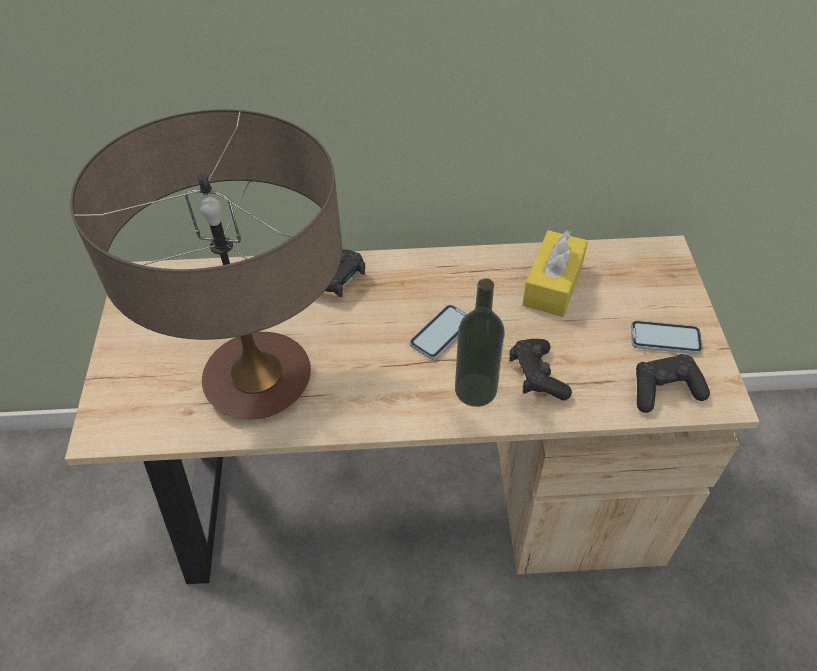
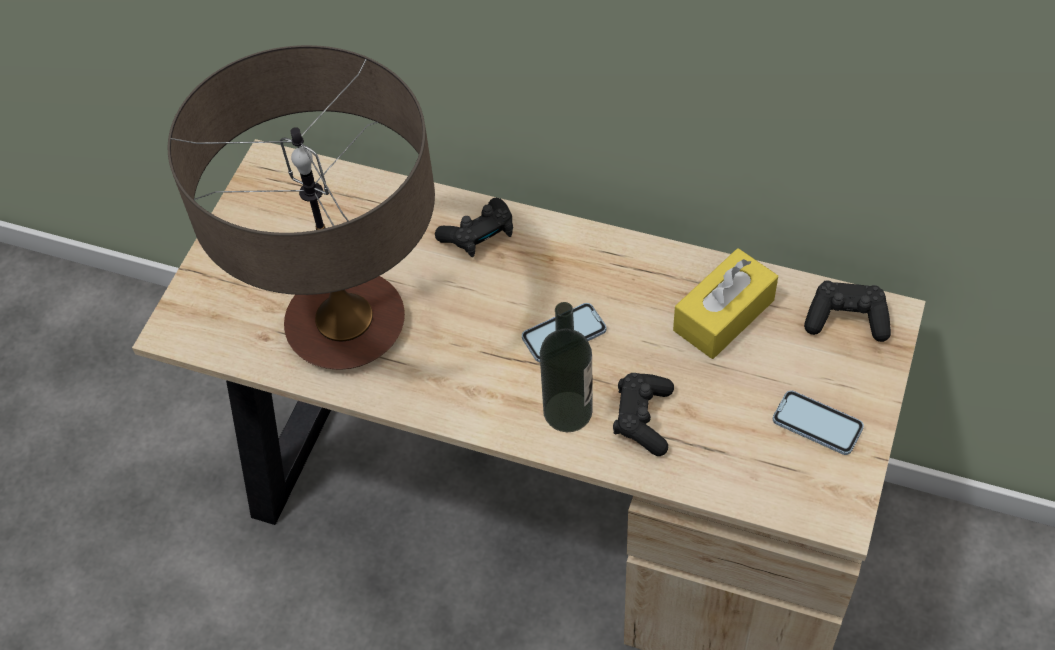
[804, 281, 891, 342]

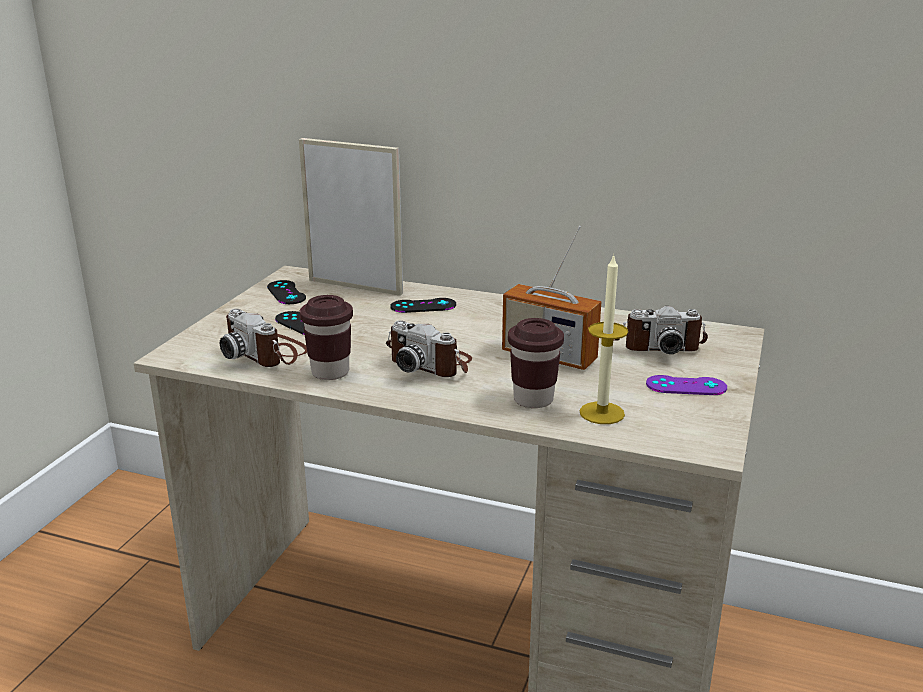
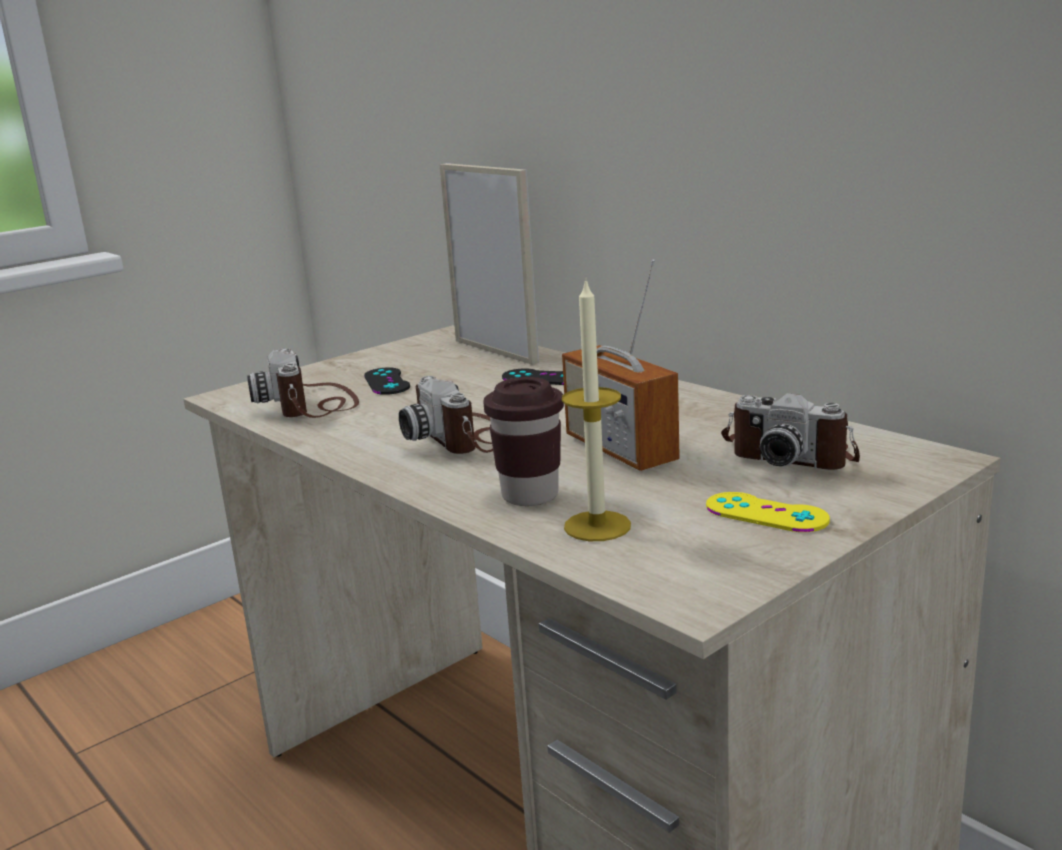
[267, 280, 306, 304] (first image)
[300, 295, 353, 380] (first image)
[706, 492, 830, 532]

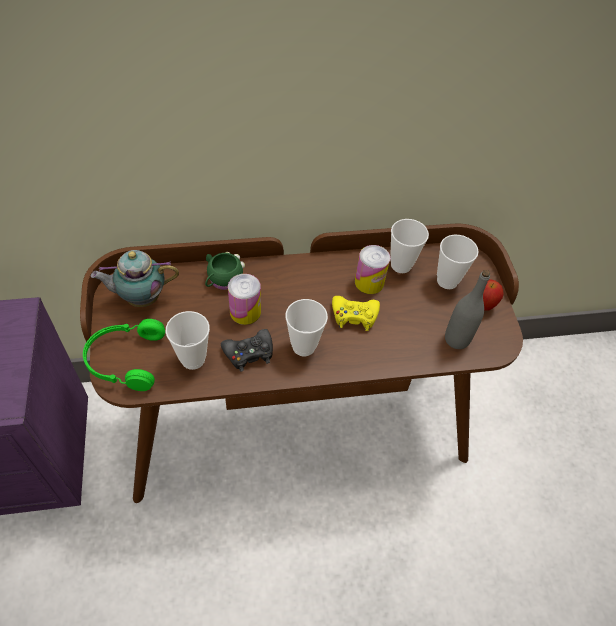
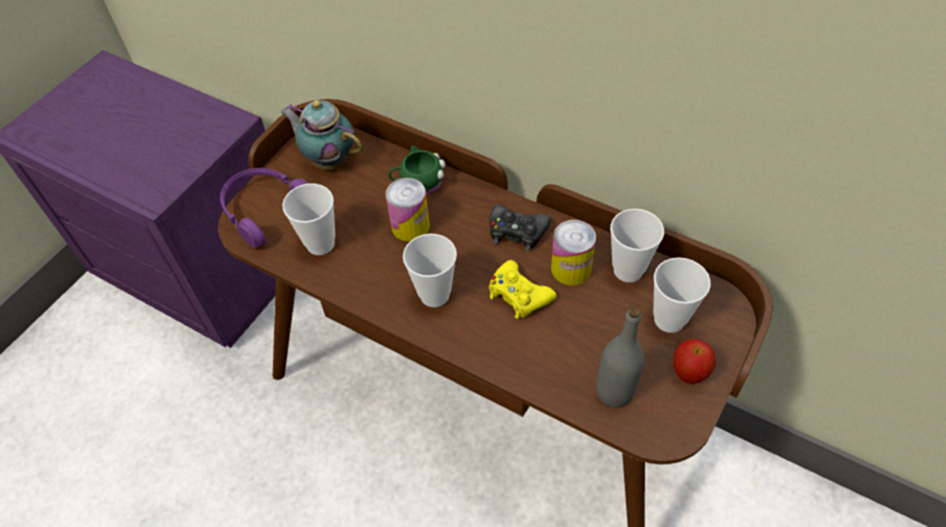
[220, 168, 309, 248]
[490, 204, 551, 251]

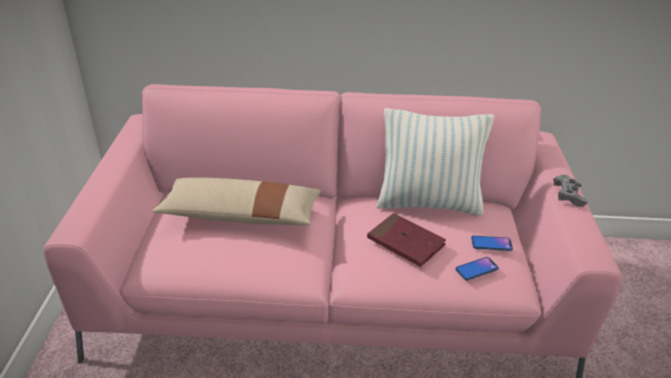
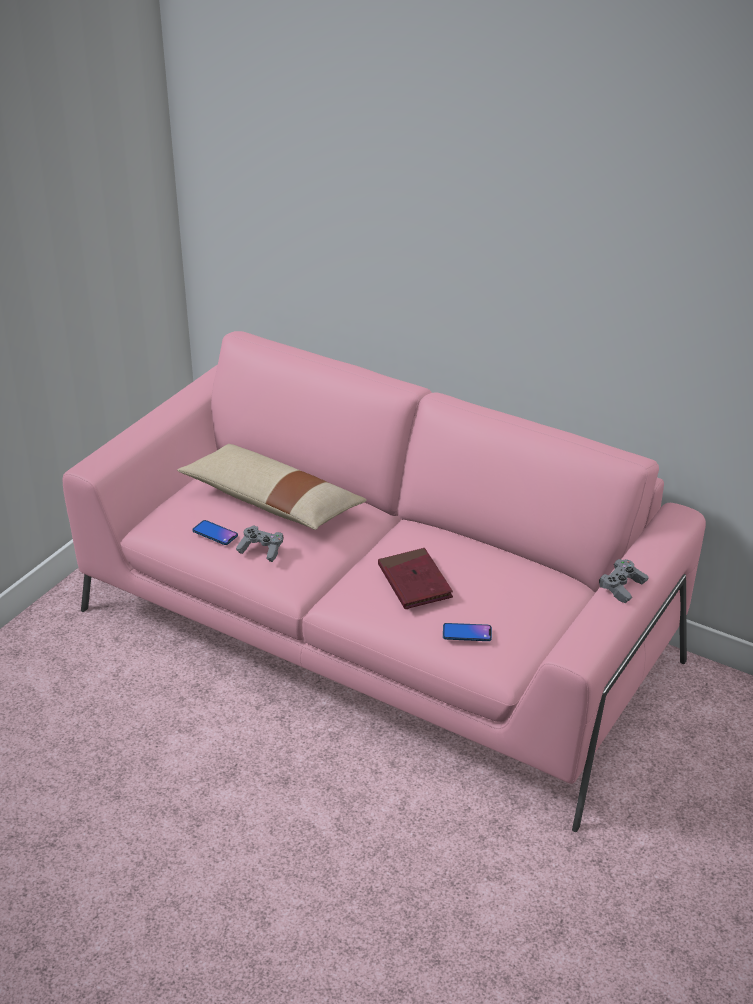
[376, 108, 494, 216] (first image)
[192, 520, 238, 545]
[236, 526, 284, 562]

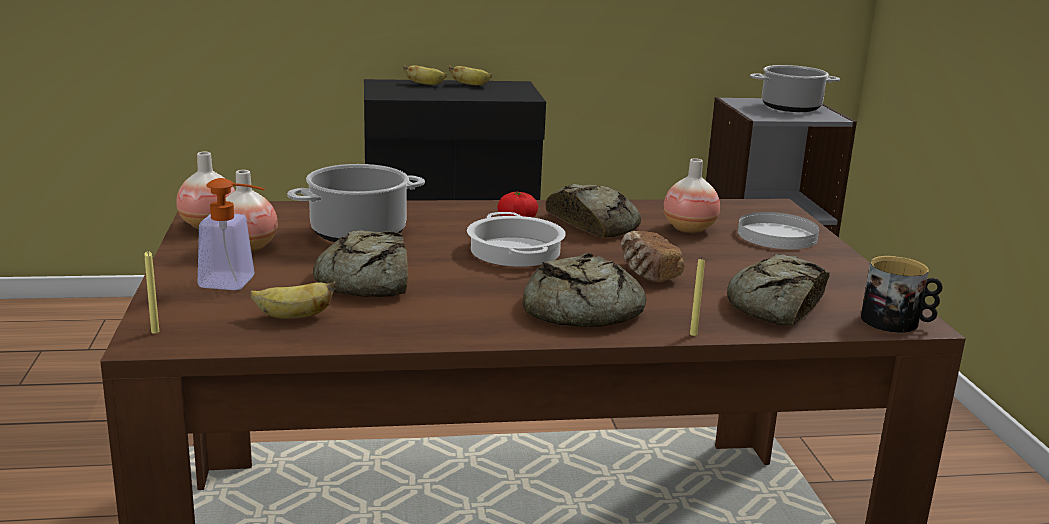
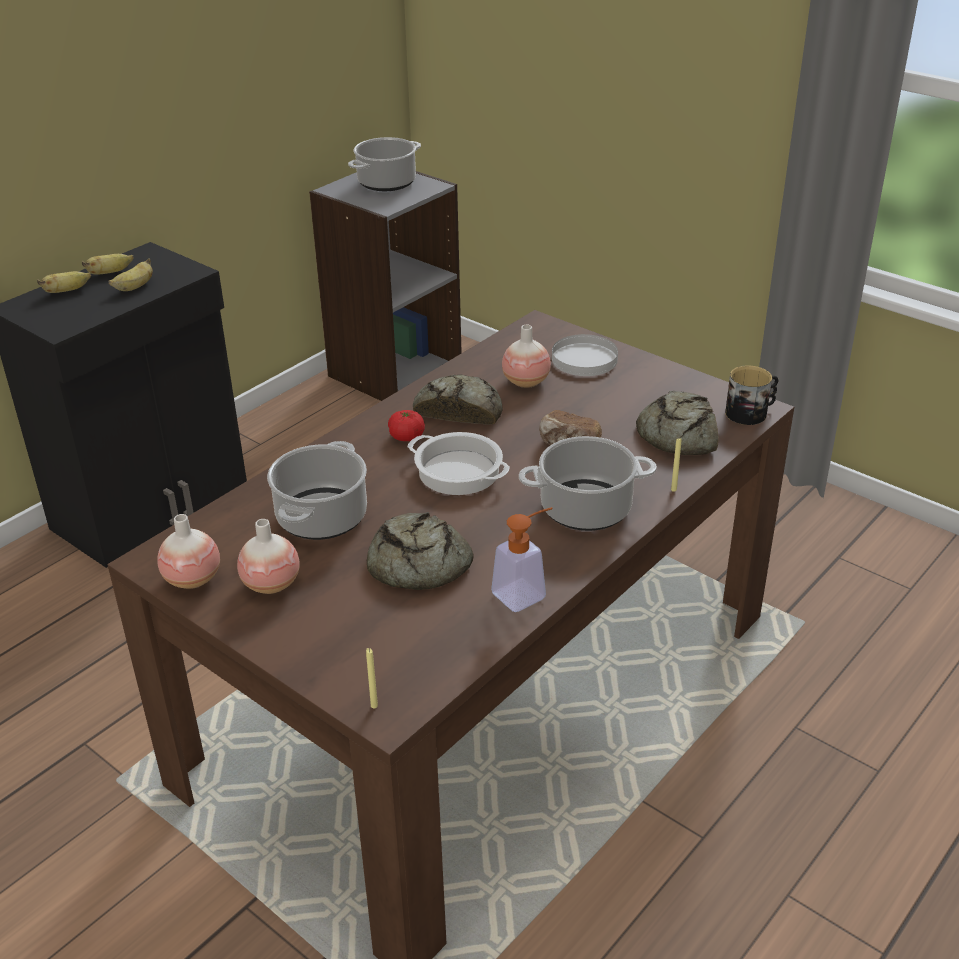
[491, 507, 553, 612]
[519, 436, 657, 531]
[108, 258, 153, 291]

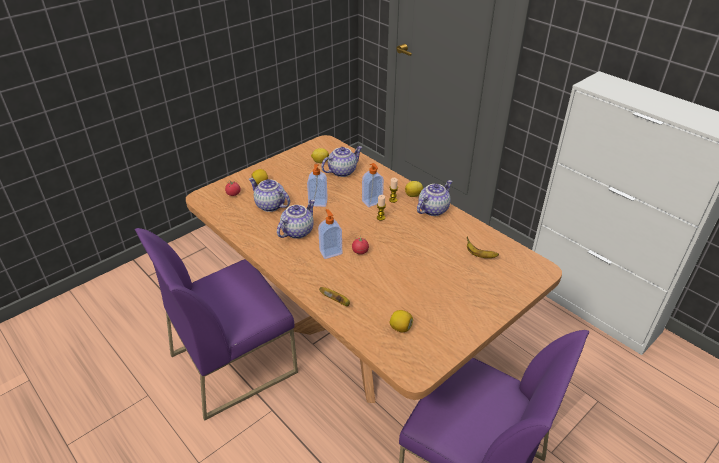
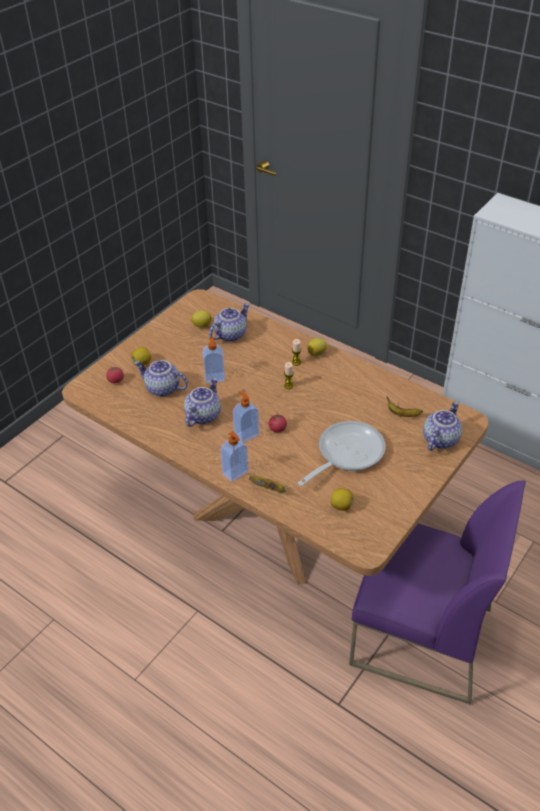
[220, 431, 249, 482]
[423, 401, 462, 451]
[135, 228, 298, 421] (first image)
[298, 421, 386, 486]

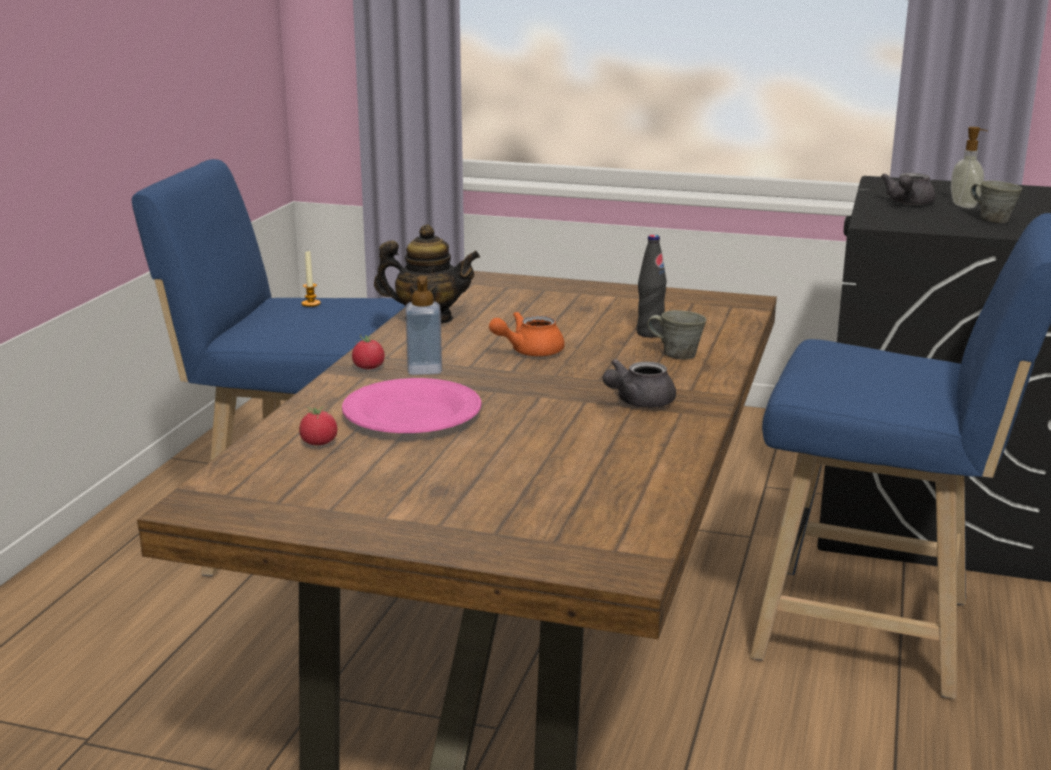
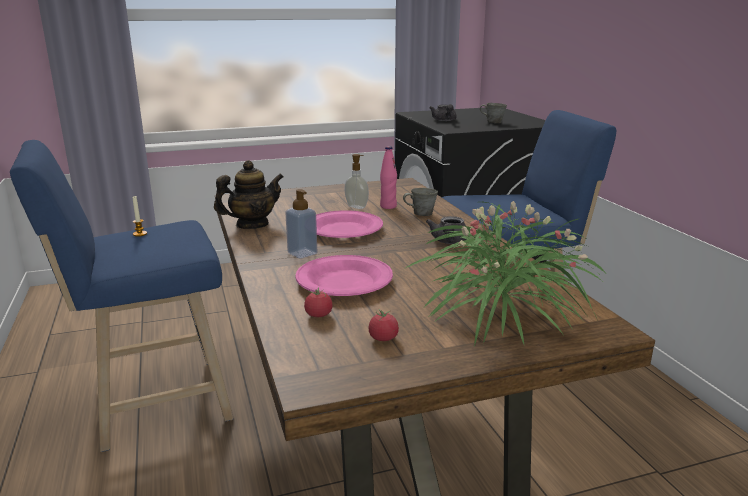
[345, 154, 369, 209]
[380, 146, 397, 209]
[316, 210, 383, 238]
[368, 309, 399, 341]
[404, 201, 605, 347]

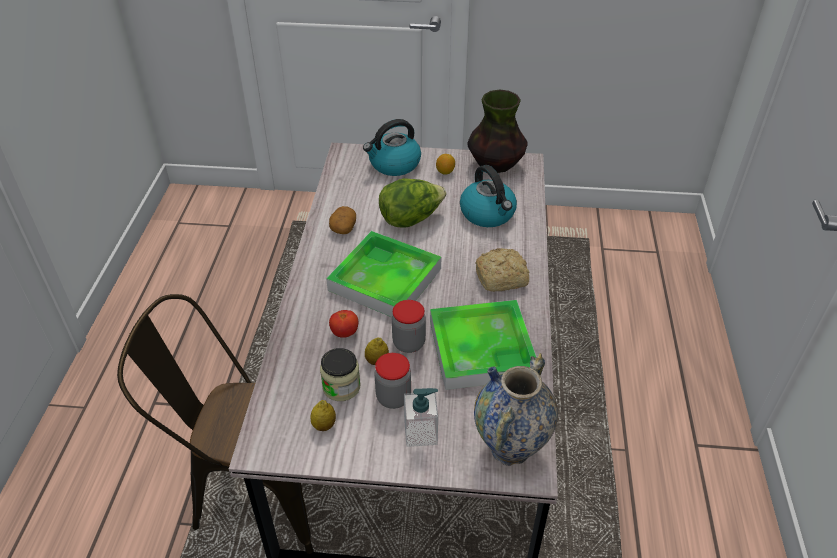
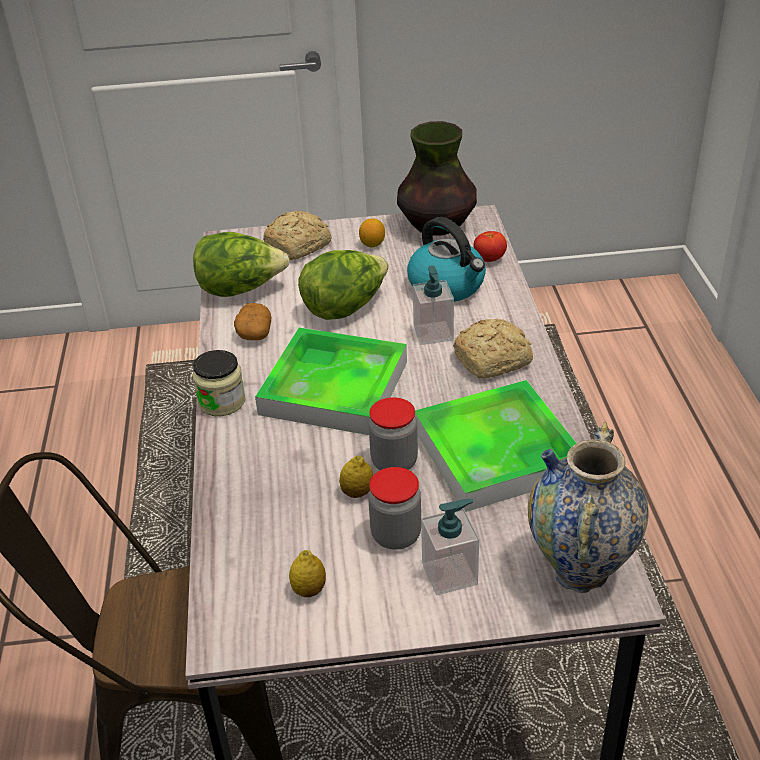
[263, 211, 332, 260]
[473, 231, 507, 262]
[193, 350, 246, 416]
[193, 232, 290, 297]
[413, 265, 454, 345]

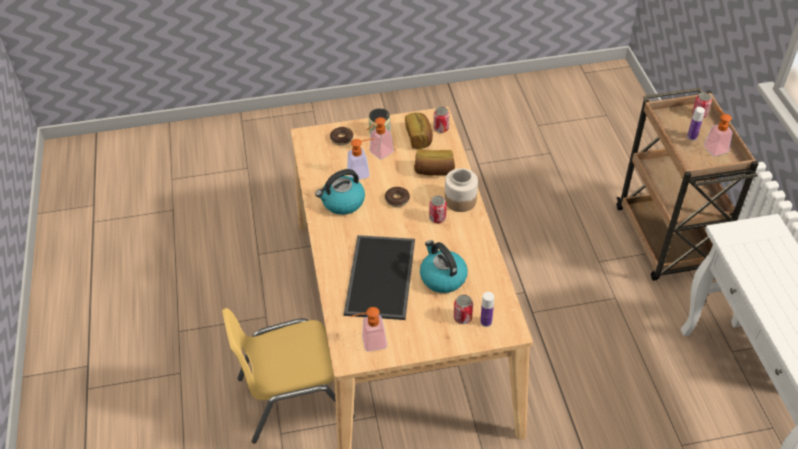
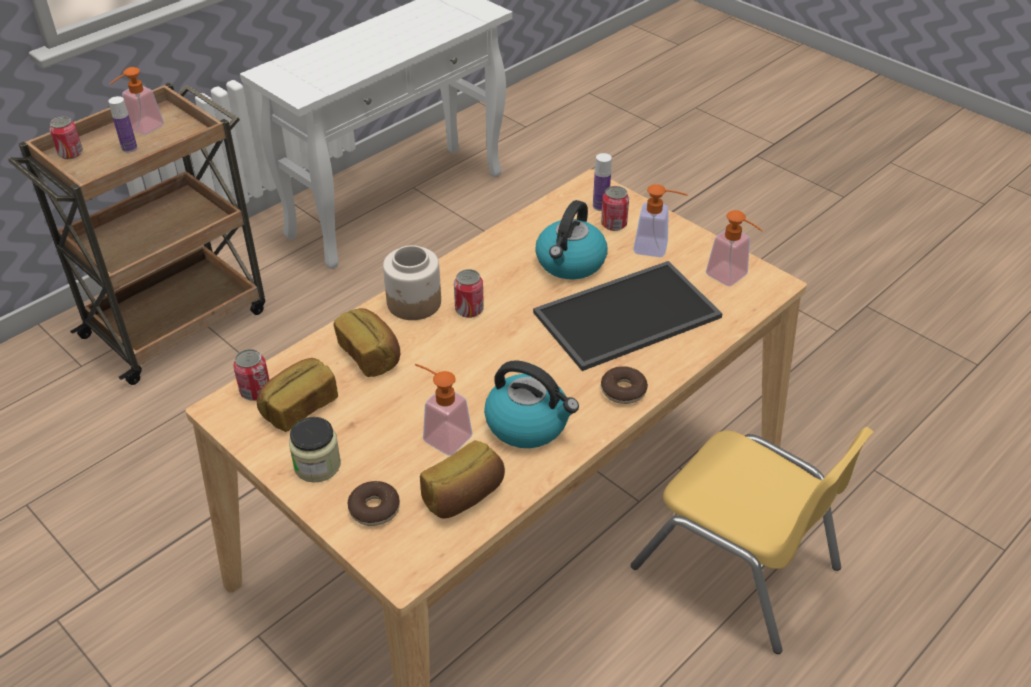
[633, 184, 688, 257]
[601, 366, 648, 404]
[420, 440, 505, 519]

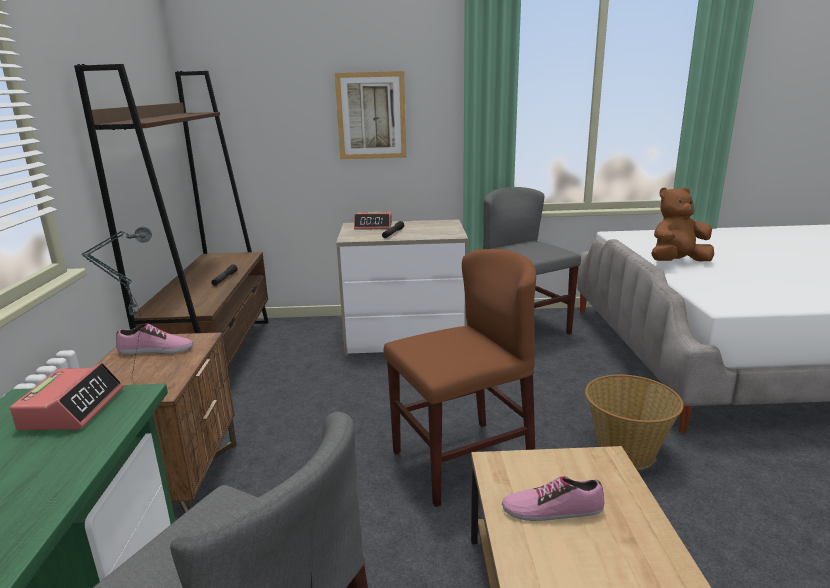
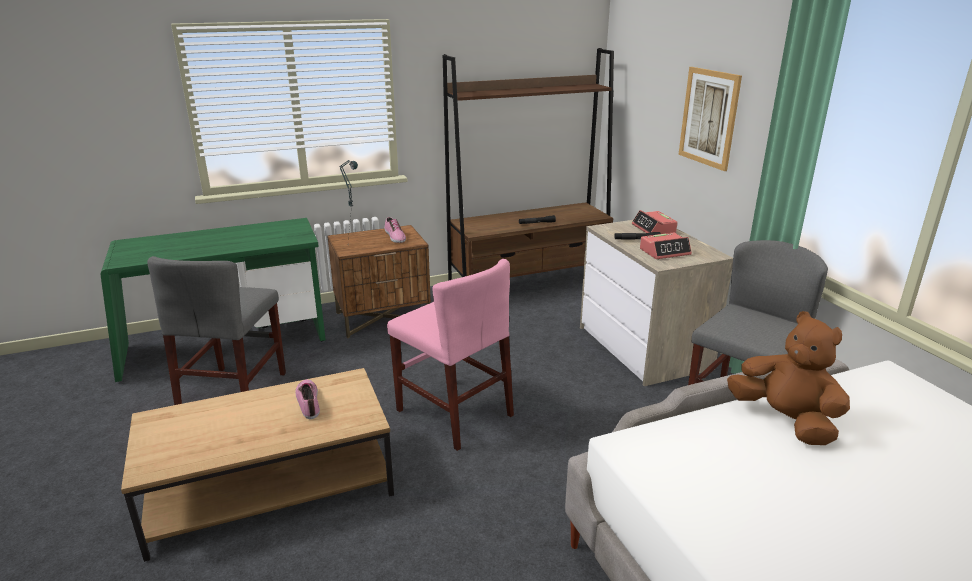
[387, 259, 514, 451]
[640, 233, 692, 259]
[585, 374, 684, 469] (first image)

